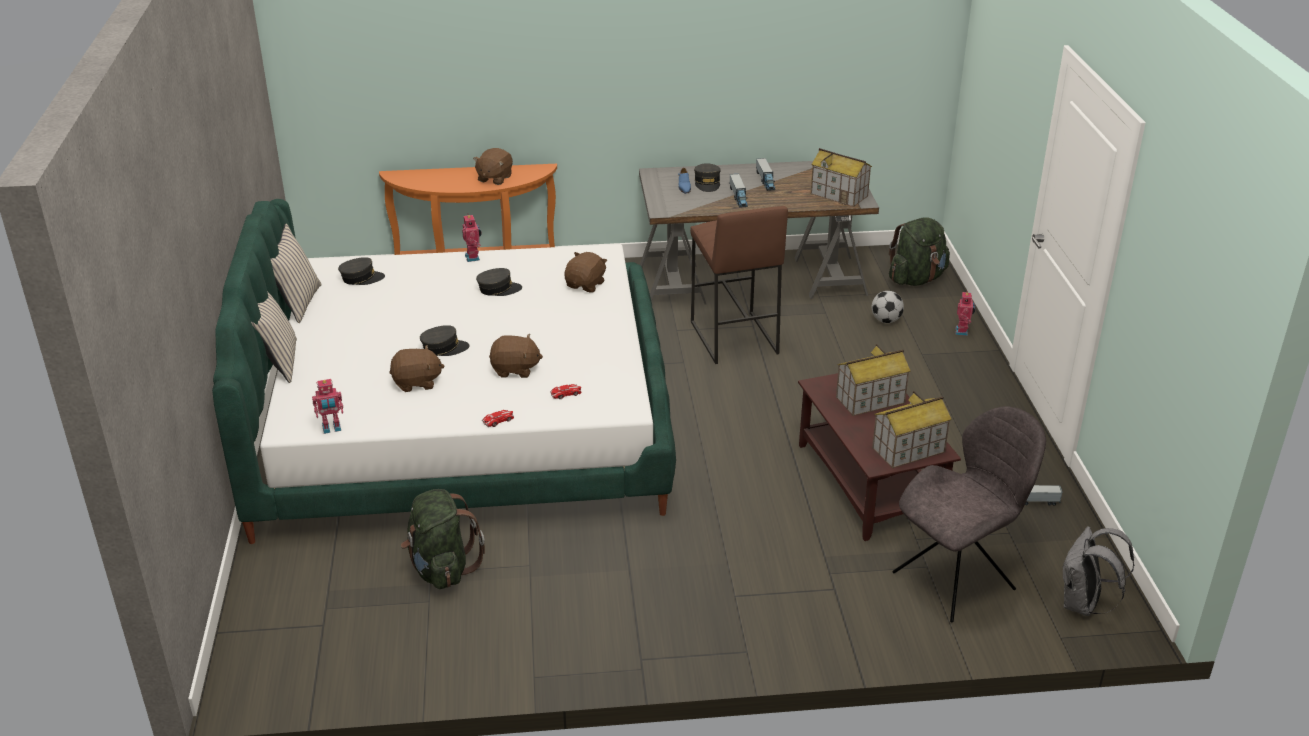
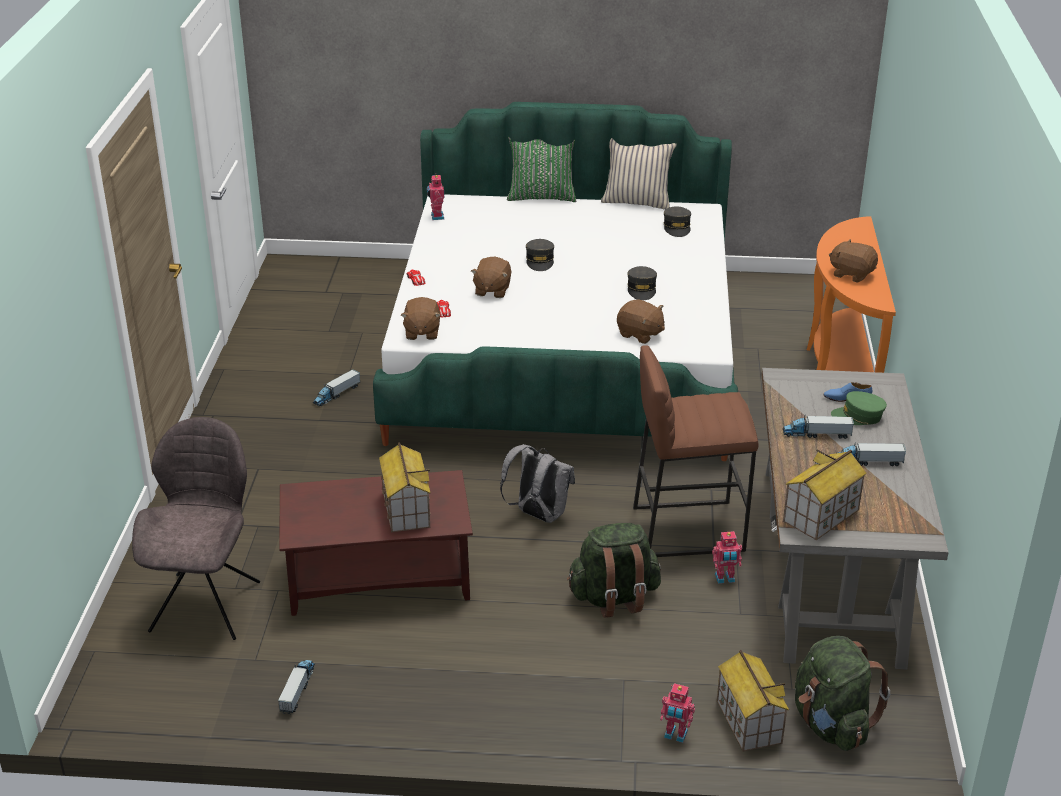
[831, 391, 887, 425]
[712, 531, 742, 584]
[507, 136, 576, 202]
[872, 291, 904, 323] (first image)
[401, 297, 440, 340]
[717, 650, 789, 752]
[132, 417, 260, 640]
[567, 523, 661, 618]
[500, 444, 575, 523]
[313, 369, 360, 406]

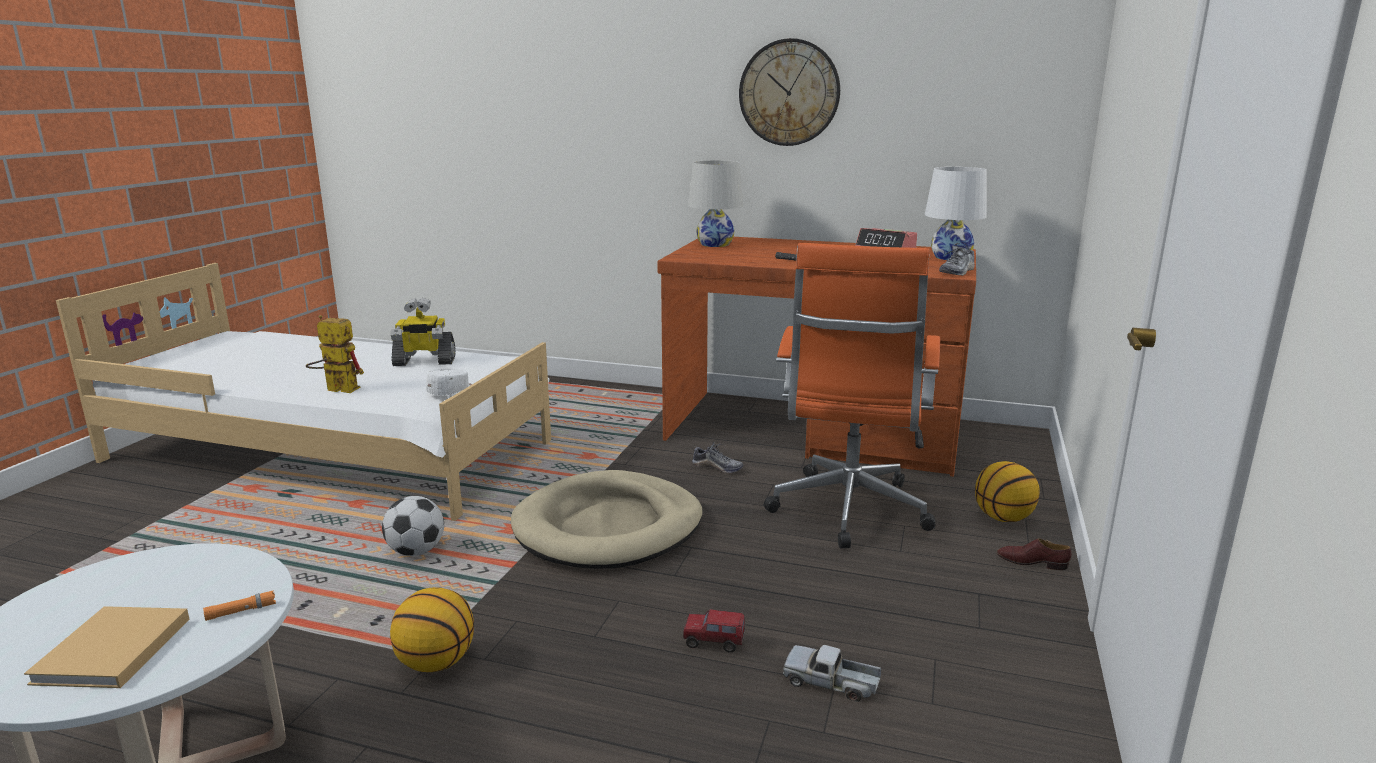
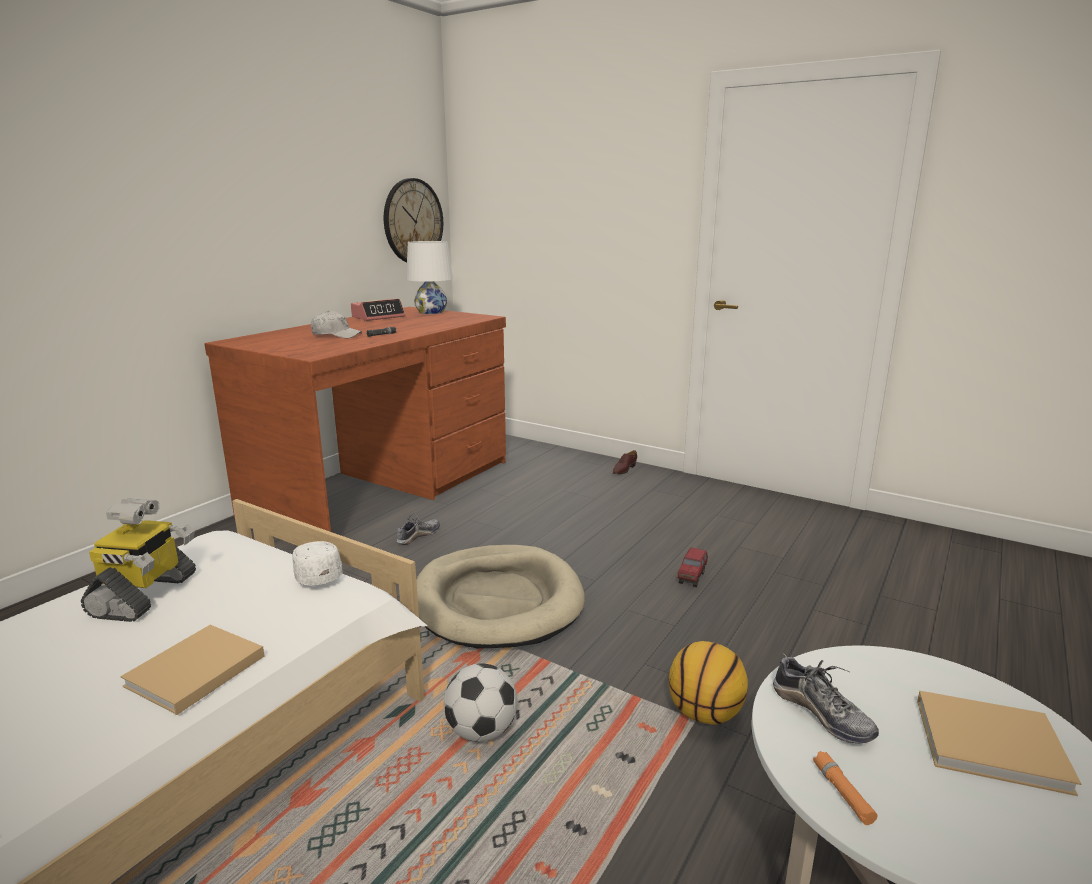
[384, 178, 443, 262]
[688, 160, 743, 247] (first image)
[764, 243, 940, 549] (first image)
[773, 652, 879, 743]
[120, 625, 265, 715]
[975, 461, 1040, 522] (first image)
[813, 751, 877, 825]
[783, 645, 881, 702] (first image)
[311, 311, 362, 338]

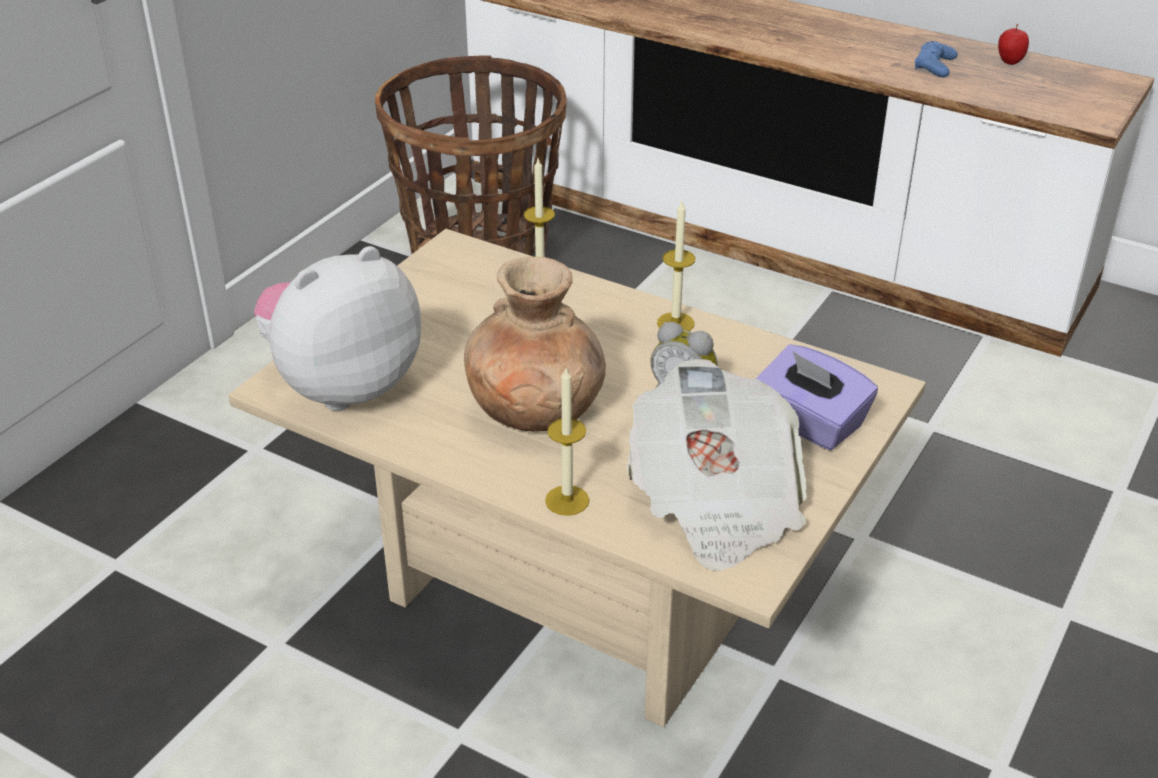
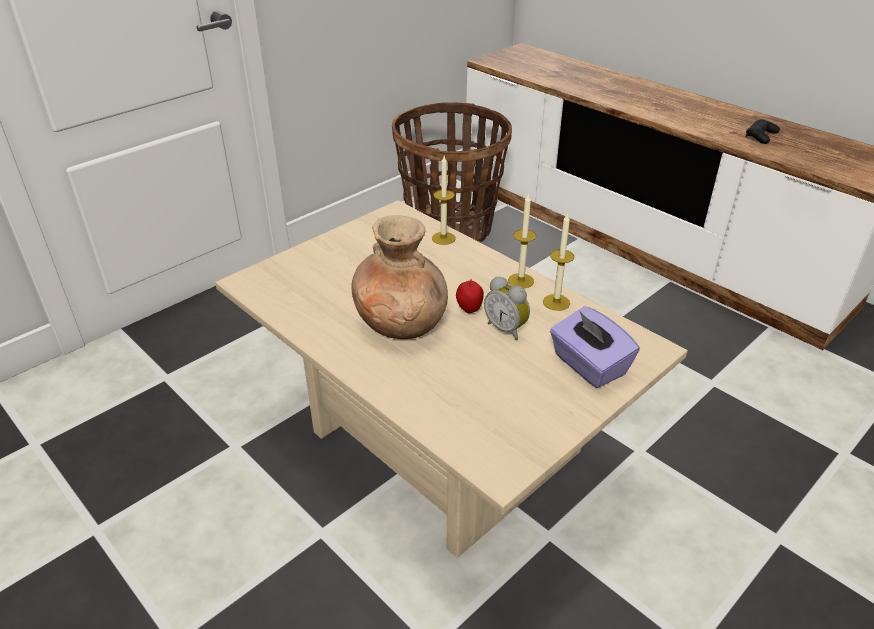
[456, 279, 484, 313]
[746, 119, 780, 144]
[254, 246, 421, 411] (first image)
[626, 359, 807, 572] (first image)
[543, 213, 574, 311]

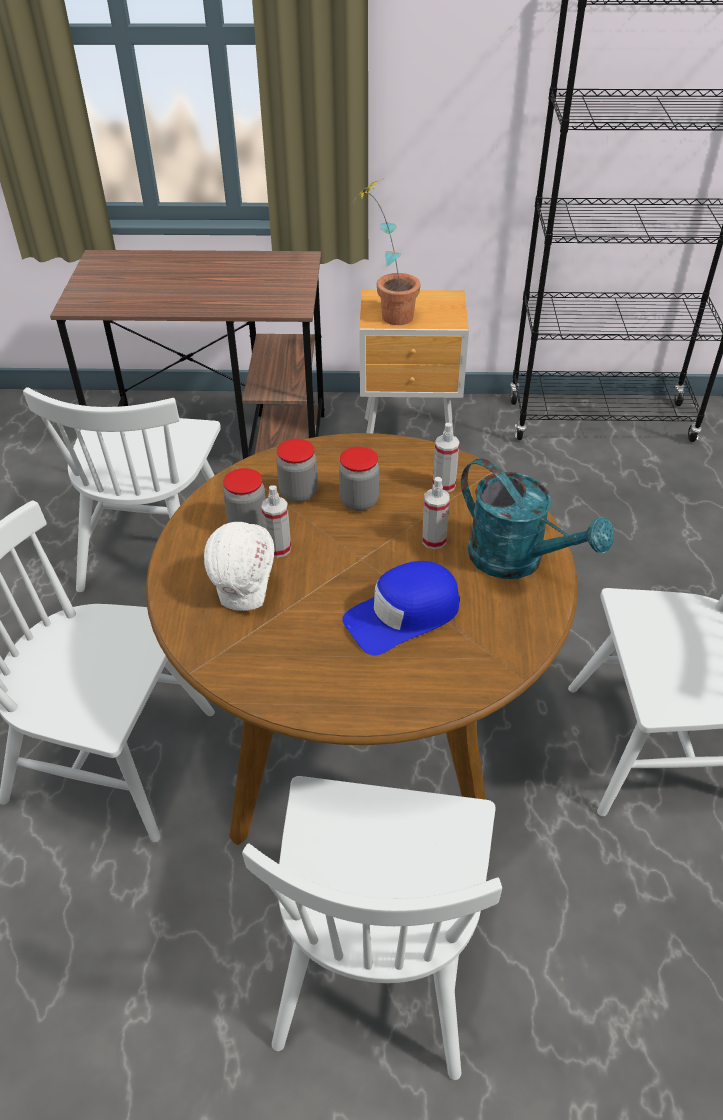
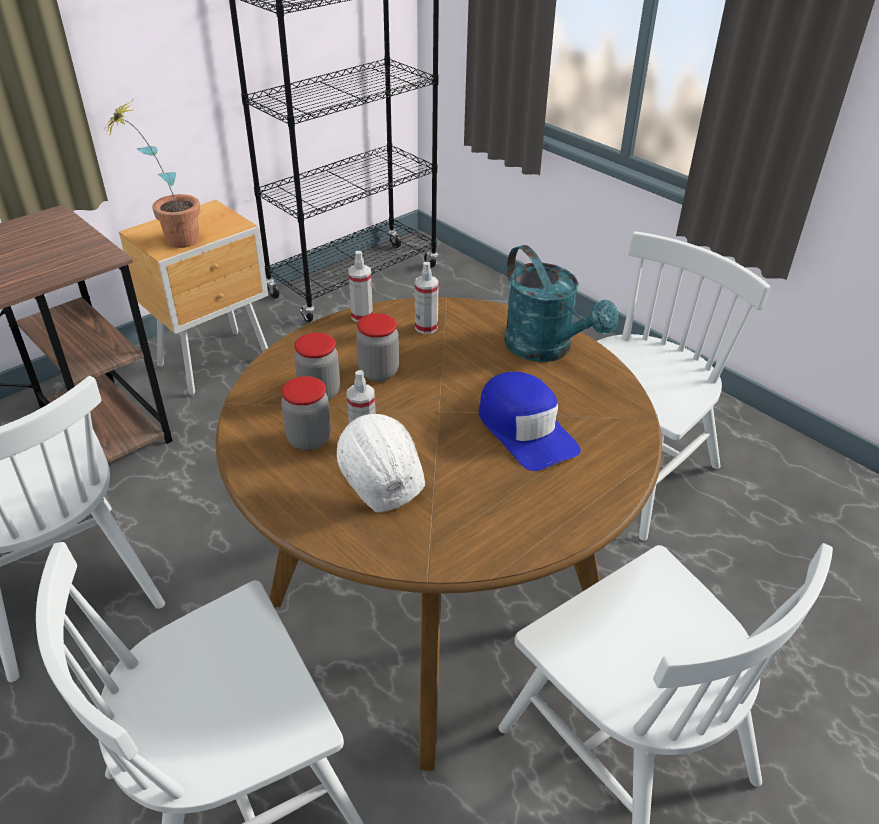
[504, 245, 619, 362]
[348, 251, 373, 322]
[479, 372, 581, 471]

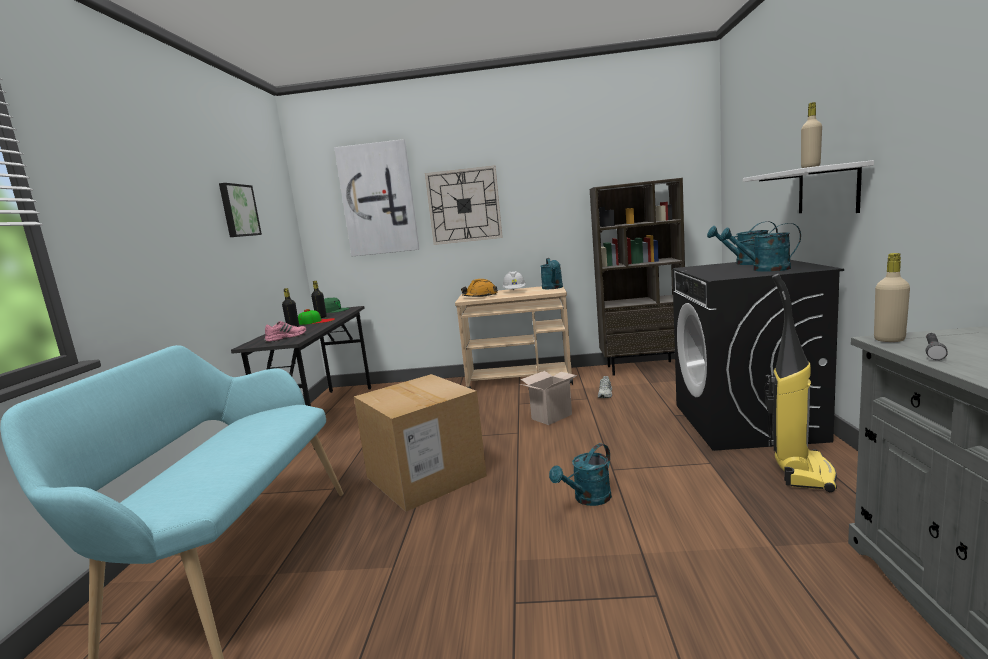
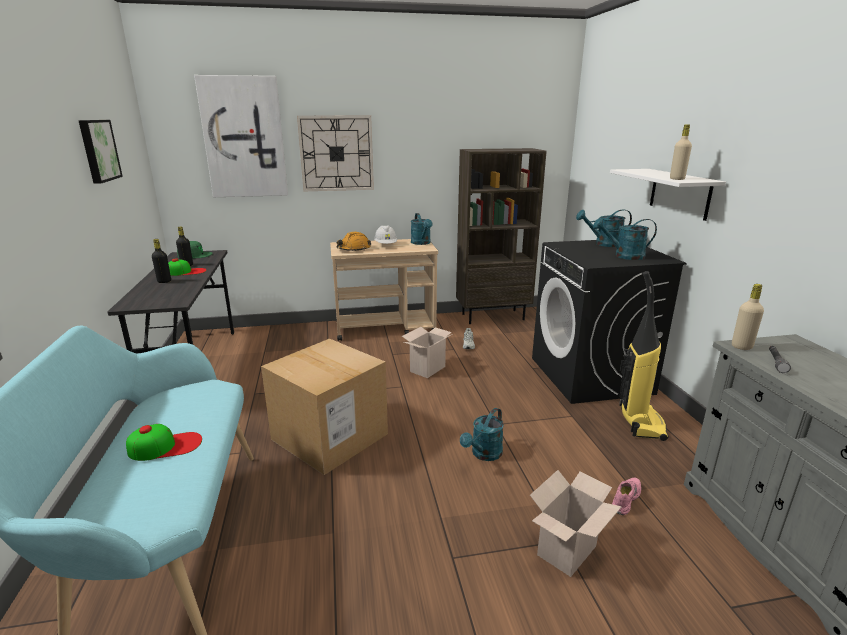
[612, 478, 641, 515]
[126, 424, 202, 461]
[530, 470, 622, 577]

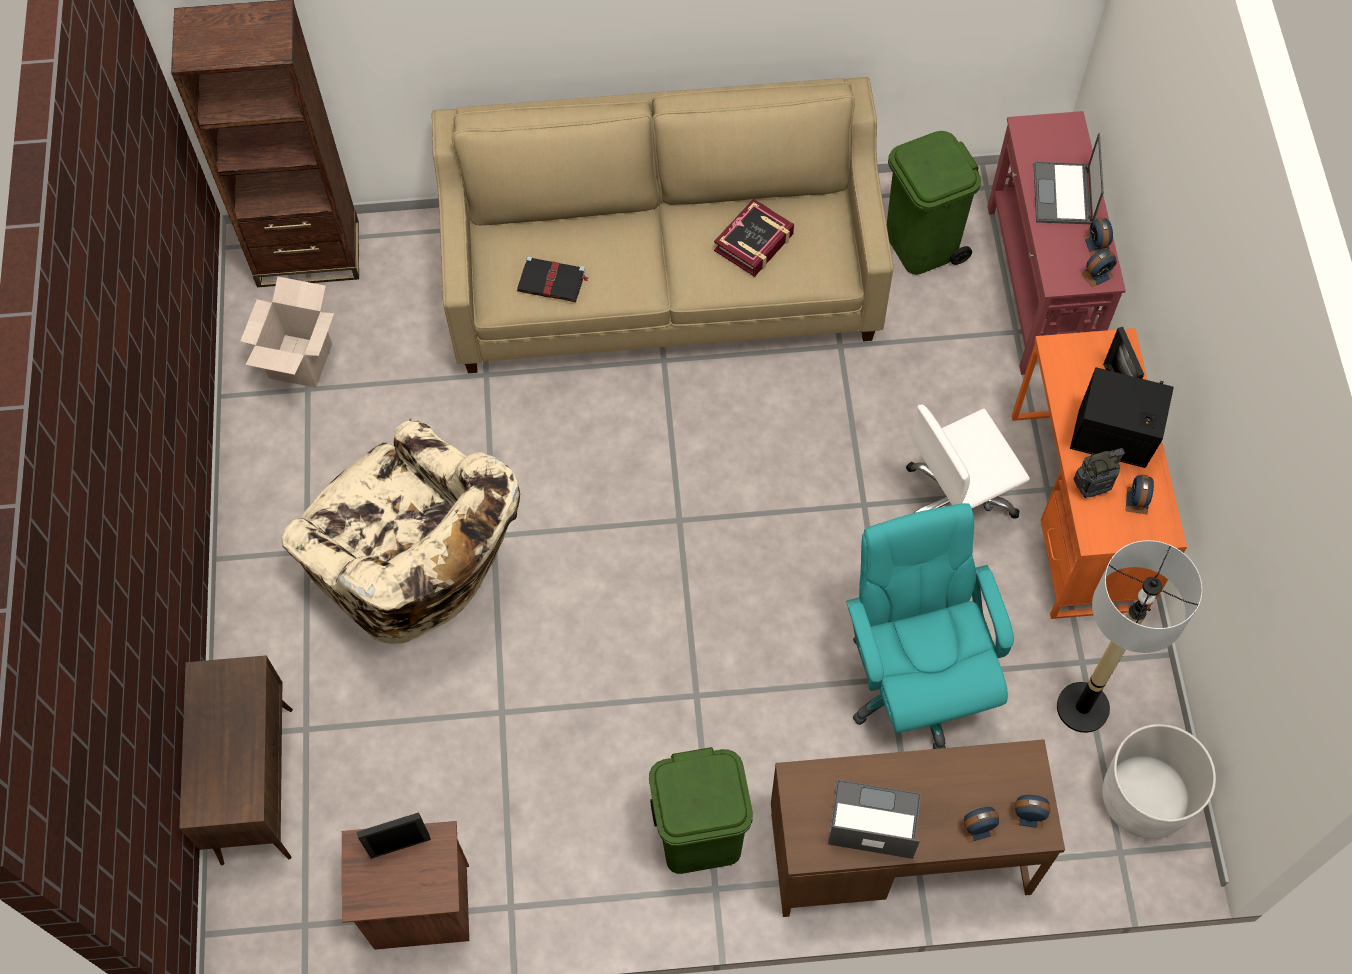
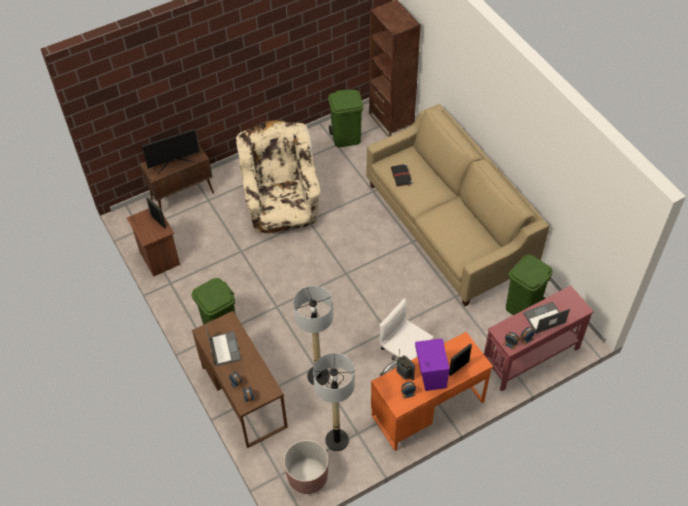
[714, 198, 794, 277] (first image)
[328, 89, 363, 147]
[415, 338, 449, 391]
[236, 120, 321, 240]
[293, 286, 333, 386]
[284, 440, 329, 494]
[142, 129, 200, 174]

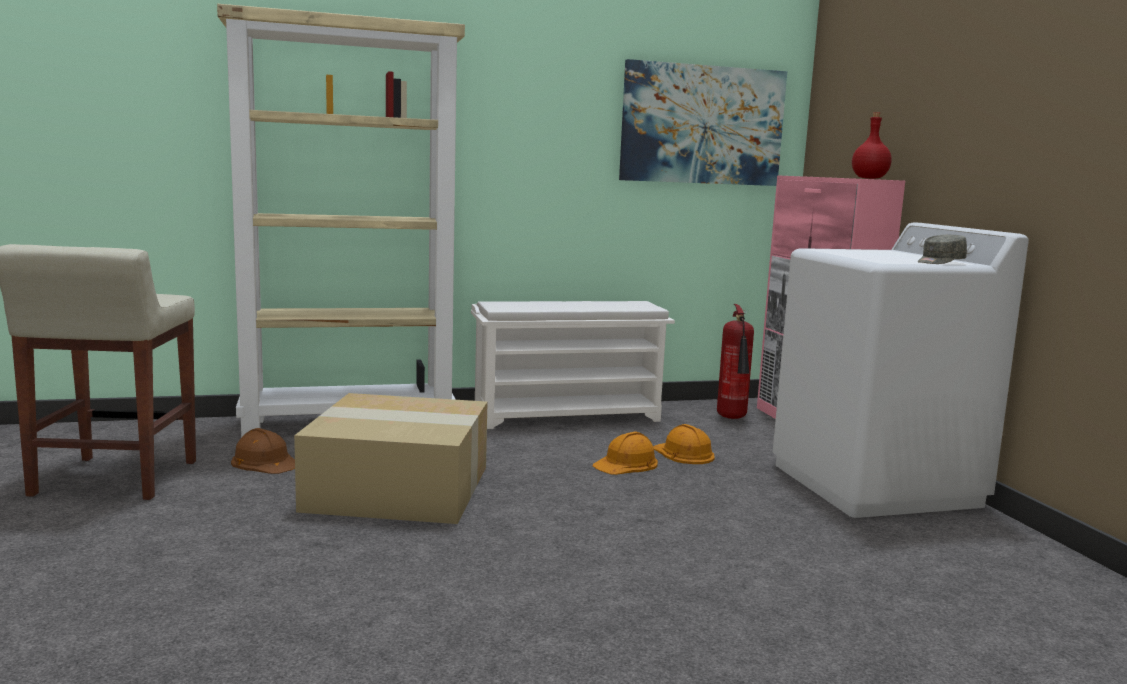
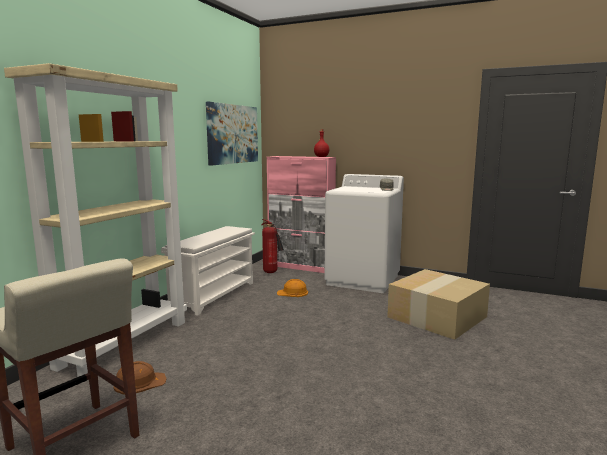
[387, 269, 490, 340]
[592, 431, 658, 475] (first image)

